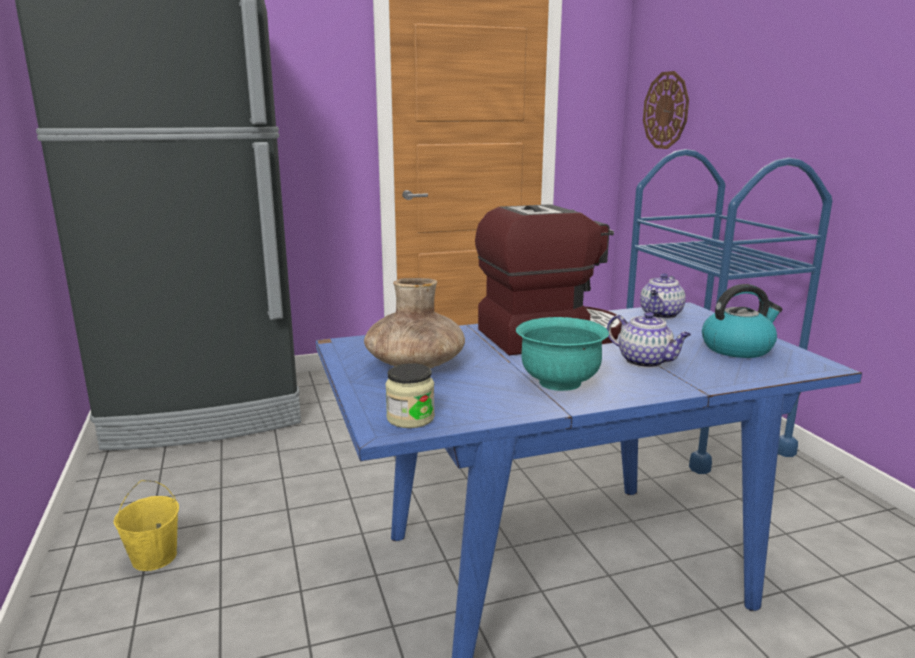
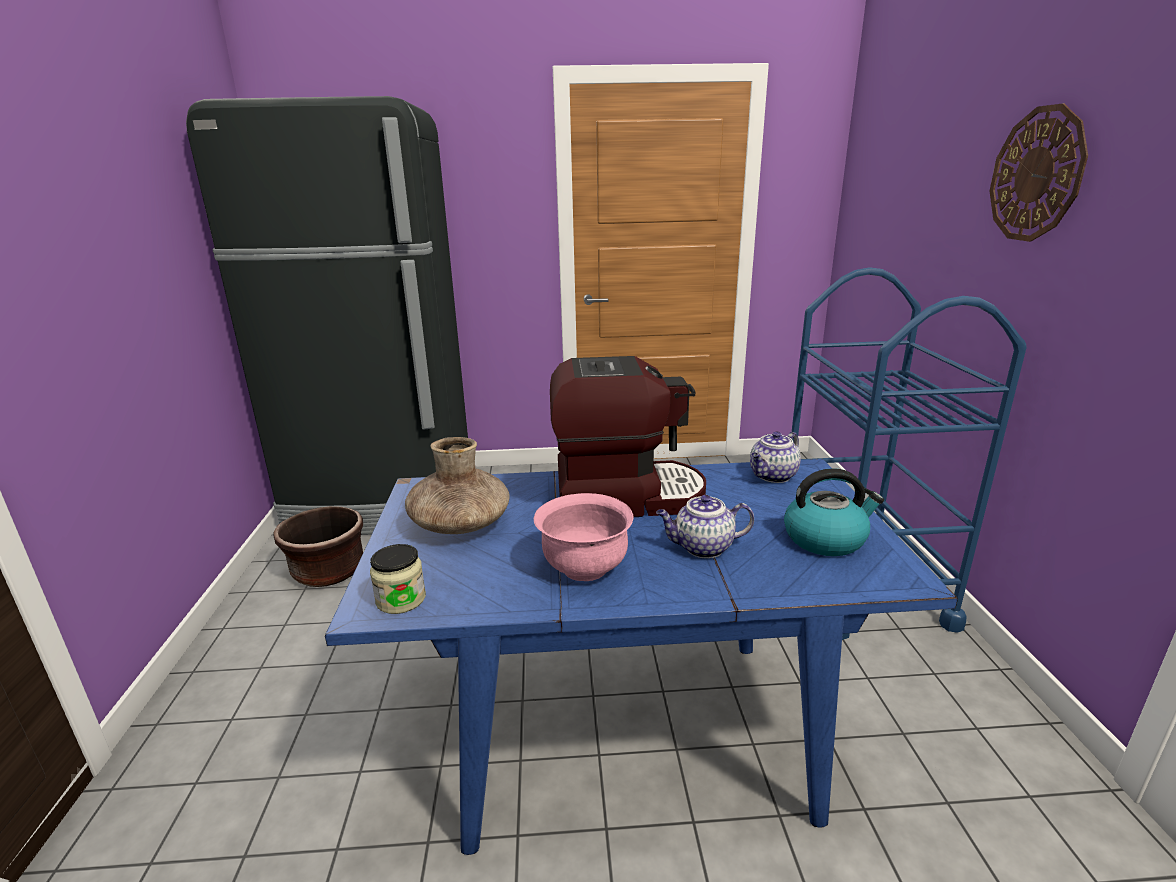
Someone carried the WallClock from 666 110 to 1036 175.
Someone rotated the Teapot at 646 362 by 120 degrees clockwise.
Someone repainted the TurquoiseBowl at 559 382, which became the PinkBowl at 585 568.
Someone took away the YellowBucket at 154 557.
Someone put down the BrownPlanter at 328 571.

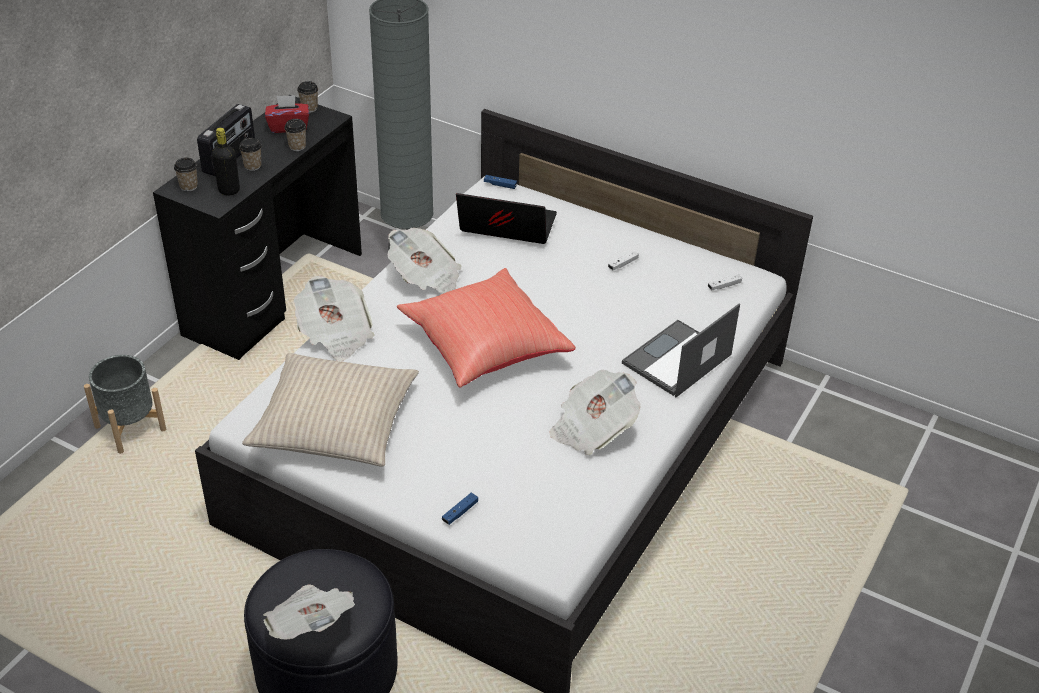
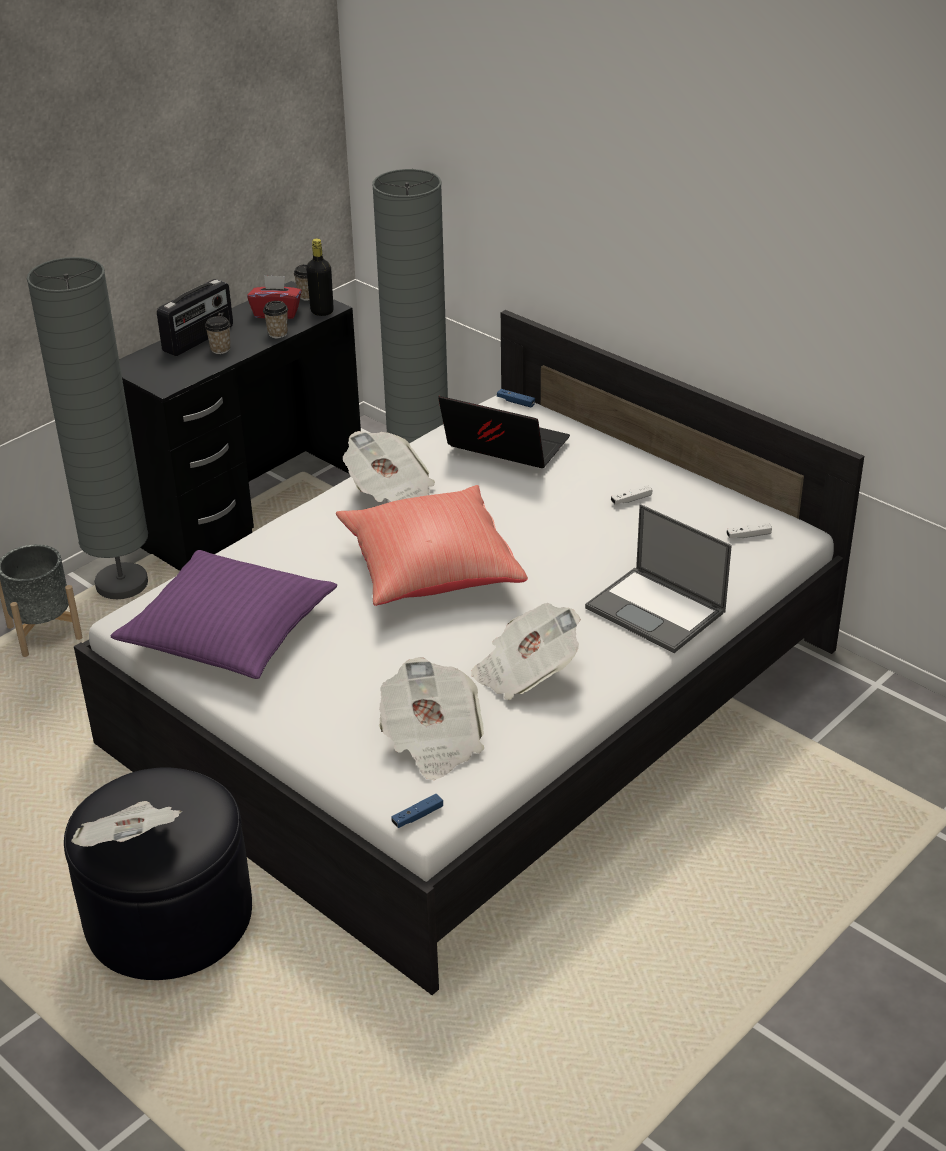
Someone carried the BlackBottle from 229 190 to 322 311.
Someone took away the Cup at 188 186.
Someone carried the Newspaper from 335 334 to 433 741.
Someone rotated the Laptop at 676 360 by 105 degrees counterclockwise.
Someone repainted the BeigePillow at 334 423, which became the PurplePillow at 228 631.
Someone carried the BlueGameController from 460 512 to 417 816.
Someone put down the GreyFloorLamp at 122 585.

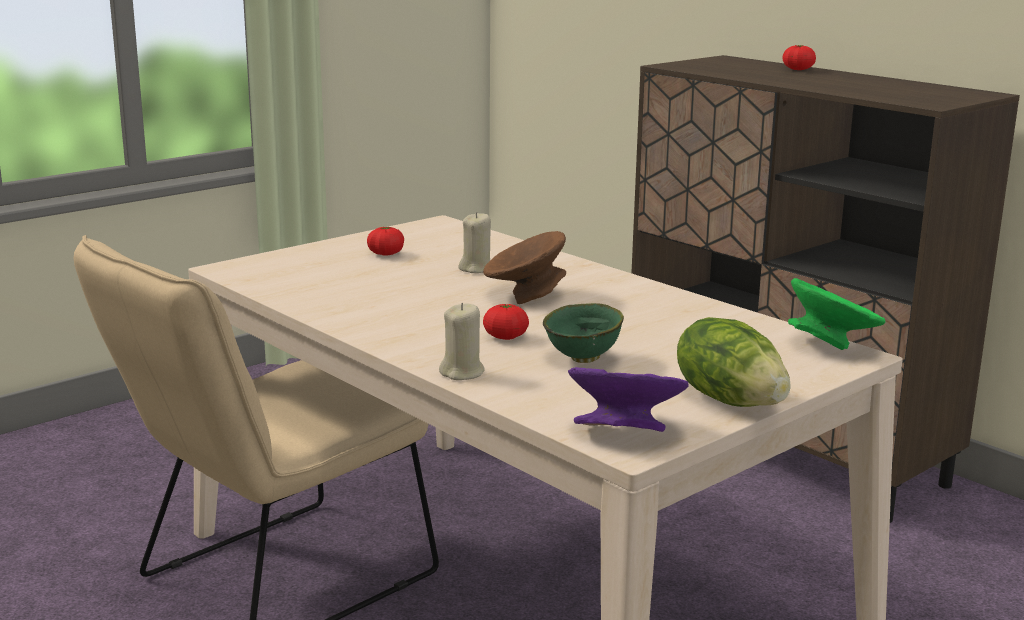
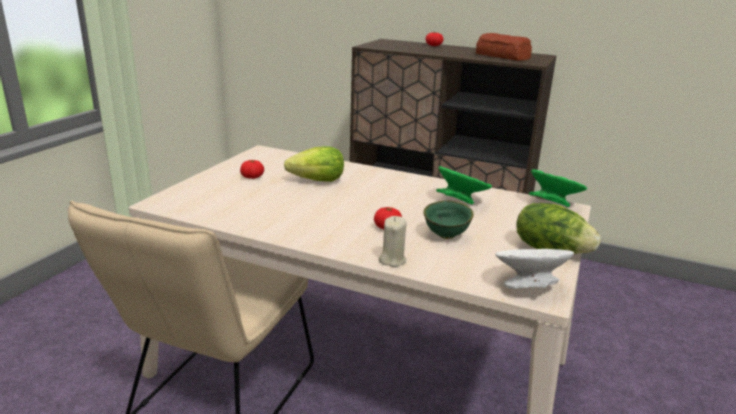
Someone swapped the BeigeCandle at 476 269 for the Lettuce at 317 180.
Someone took away the BrownBowl at 525 296.
Someone repainted the PurpleBowl at 624 432, which became the WhiteBowl at 527 286.
Someone put down the Bread at 503 56.
Someone put down the GreenBowl at 461 202.

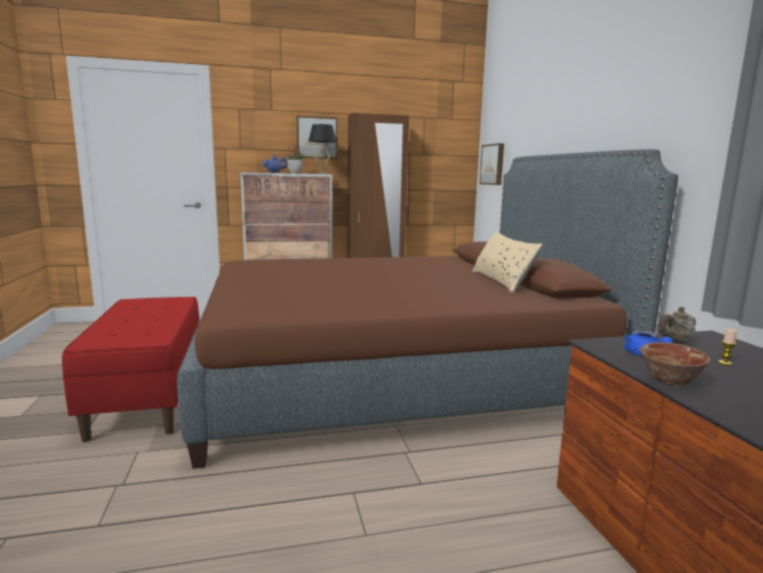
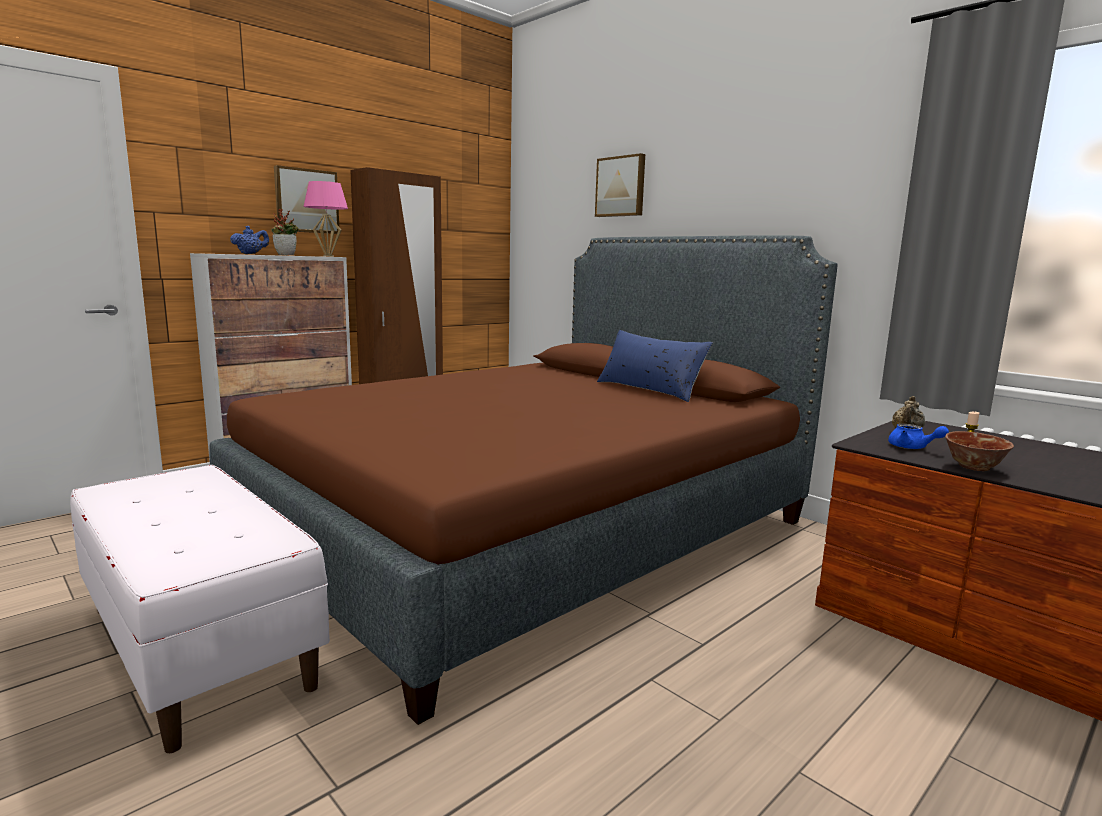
Someone repainted the BlackTableLamp at 322 173, which became the PinkTableLamp at 328 256.
Someone carried the Picture from 493 164 to 621 186.
Someone repainted the BeigePillow at 502 281, which became the BluePillow at 649 389.
Someone repainted the RedBench at 149 396, which became the WhiteBench at 199 645.

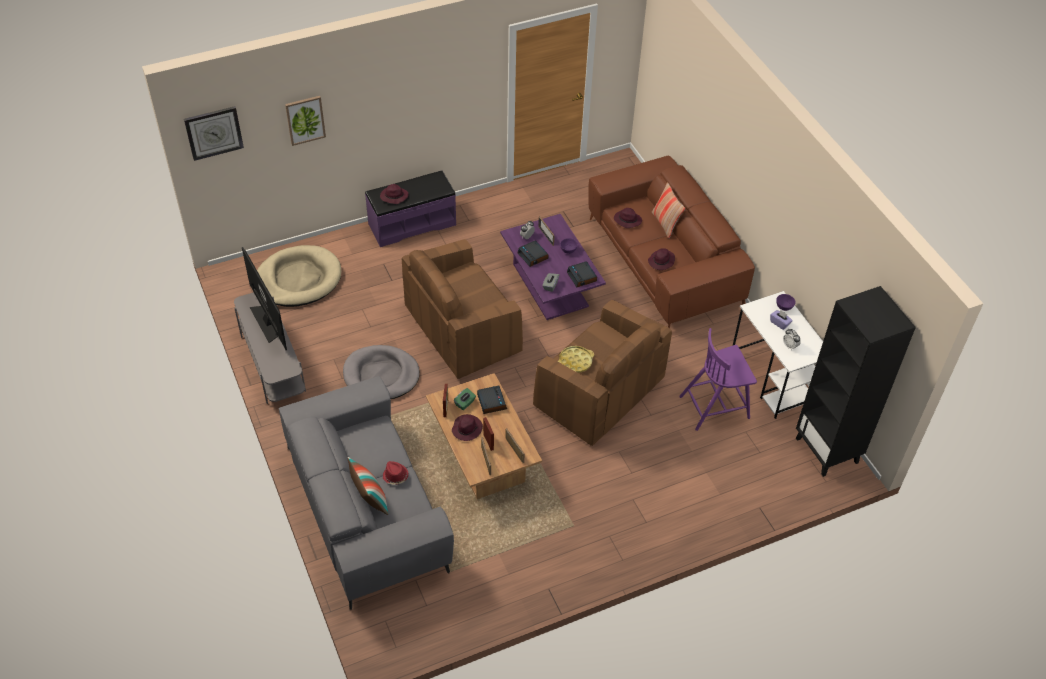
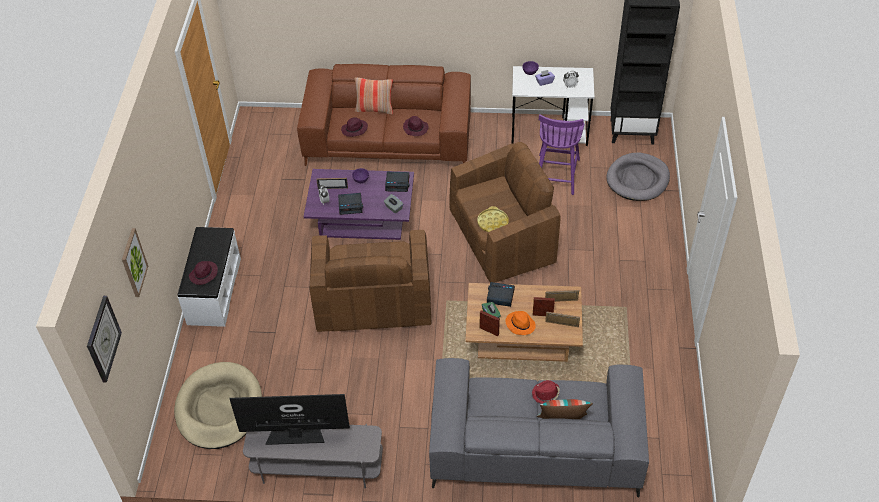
Someone repainted the PurpleBench at 412 224, which became the WhiteBench at 213 291.
Someone carried the GreyDogBed from 381 375 to 638 179.
Someone repainted the PurpleHat at 467 428, which became the OrangeHat at 520 324.

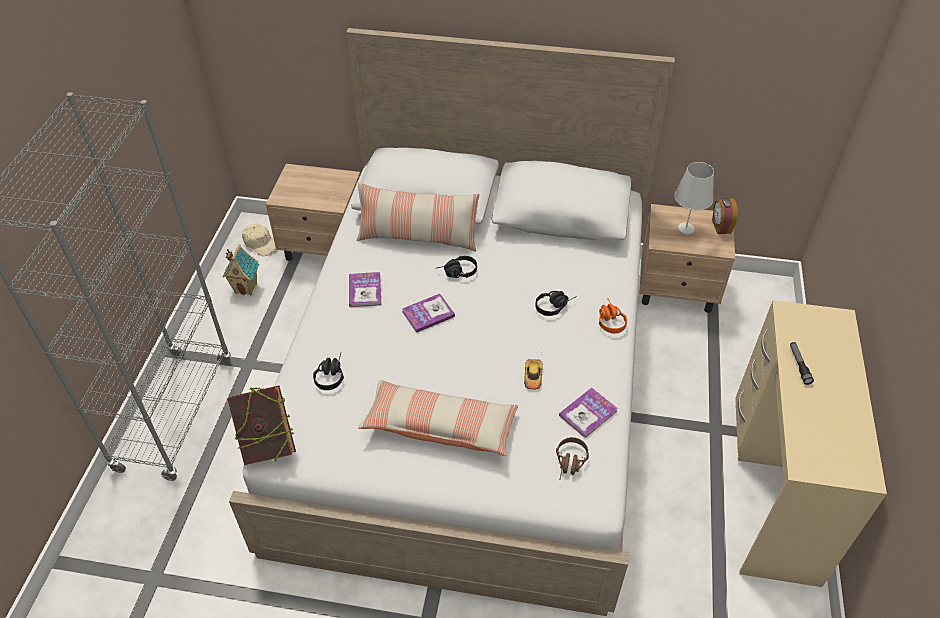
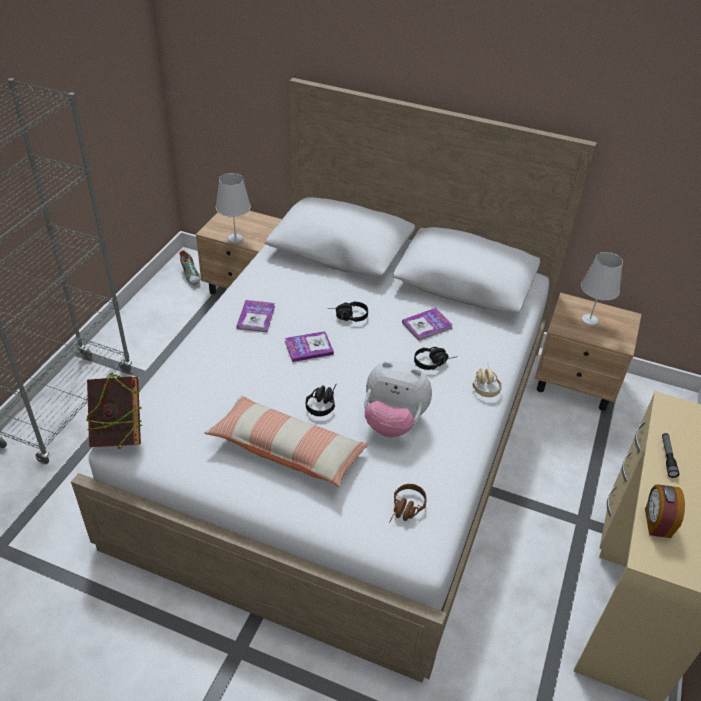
Someone took away the Pillow at 418 237.
Someone carried the AlarmClock from 720 226 to 656 523.
Someone swapped the BeigeCap at 260 243 for the Shoe at 191 275.
Someone took away the ToyHouse at 246 288.
Someone repainted the OrangeHeadphones at 609 320, which became the BeigeHeadphones at 484 384.
Someone swapped the ToyCar at 533 376 for the PlushToy at 393 422.
Someone carried the BlackHeadphones from 330 374 to 322 403.
Someone carried the Book from 588 413 to 427 325.
Someone put down the WhiteTableLamp at 235 238.

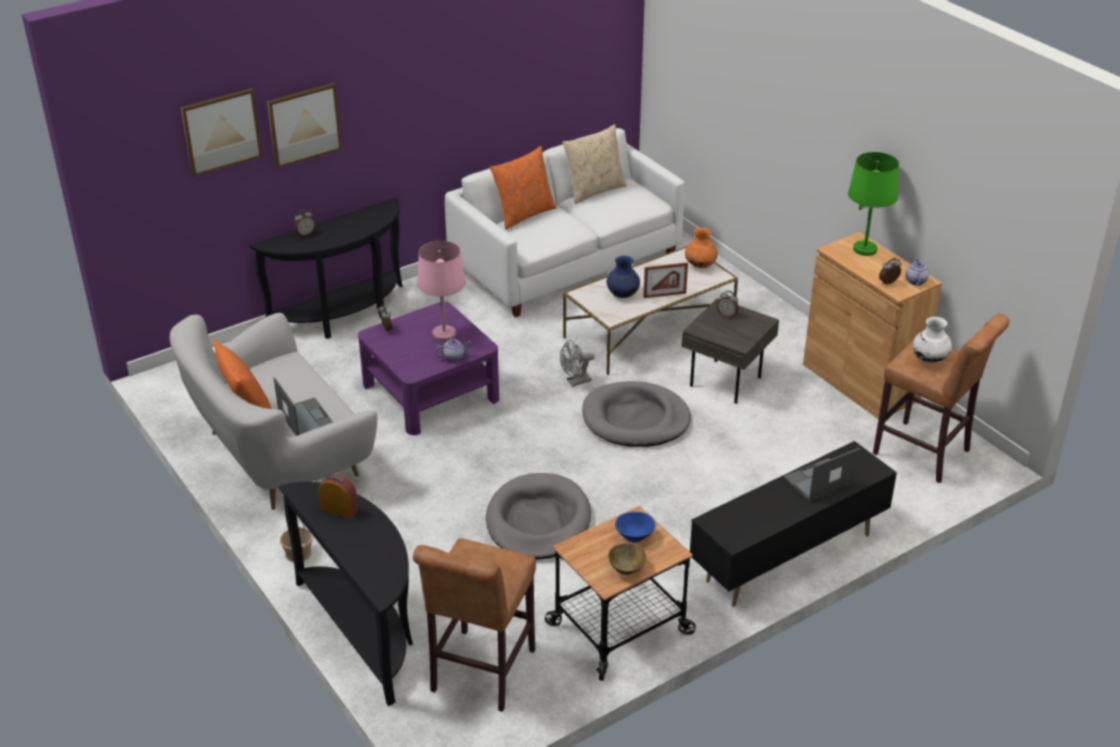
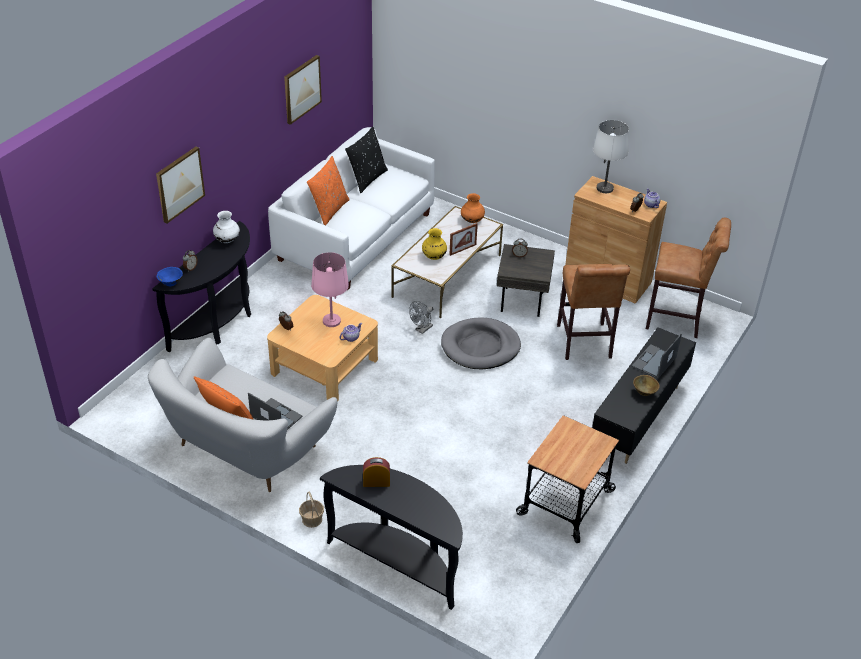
Someone carried the Picture from 221 131 to 301 89.
Someone repainted the BeigePillow at 594 190, which became the BlackPillow at 367 179.
Someone repainted the GreenTableLamp at 864 249, which became the WhiteTableLamp at 604 188.
Someone repainted the BlueVase at 622 294, which became the YellowVase at 434 256.
Someone repainted the PurpleCoffeeTable at 430 391, which became the BeigeCoffeeTable at 324 366.
Someone carried the WhiteVase from 929 359 to 227 240.
Someone took away the GreyDogBed at 538 521.
Someone carried the BlueBowl from 635 536 to 171 282.
Someone carried the BrownStool from 480 675 to 584 344.
Someone carried the BrownBowl from 626 569 to 644 392.

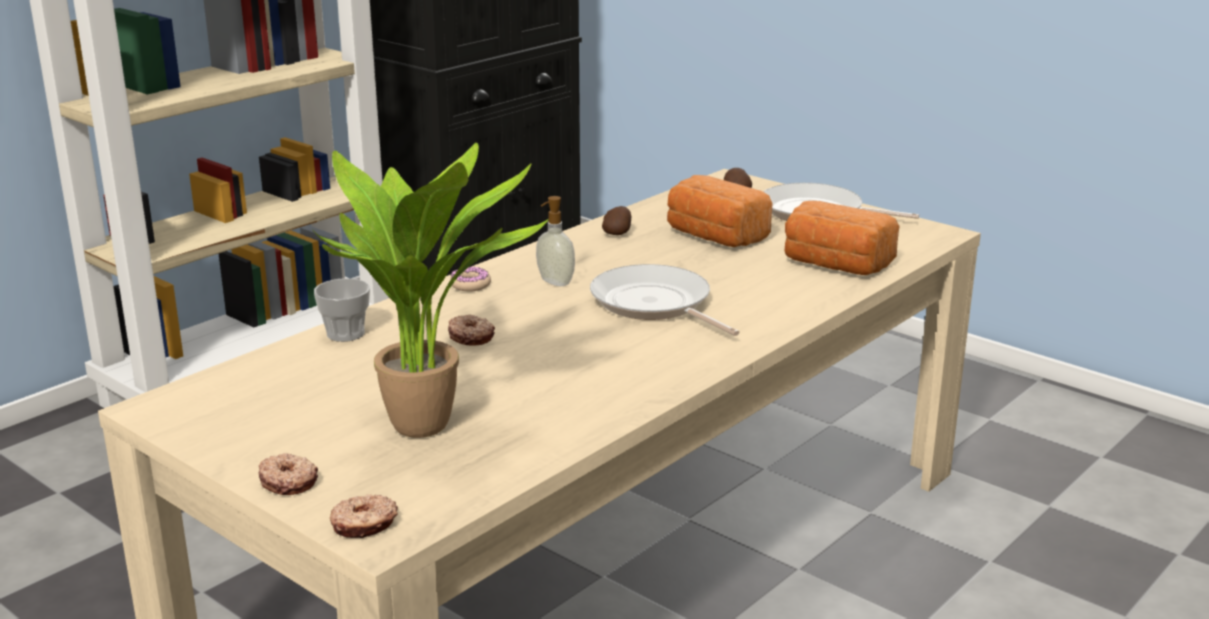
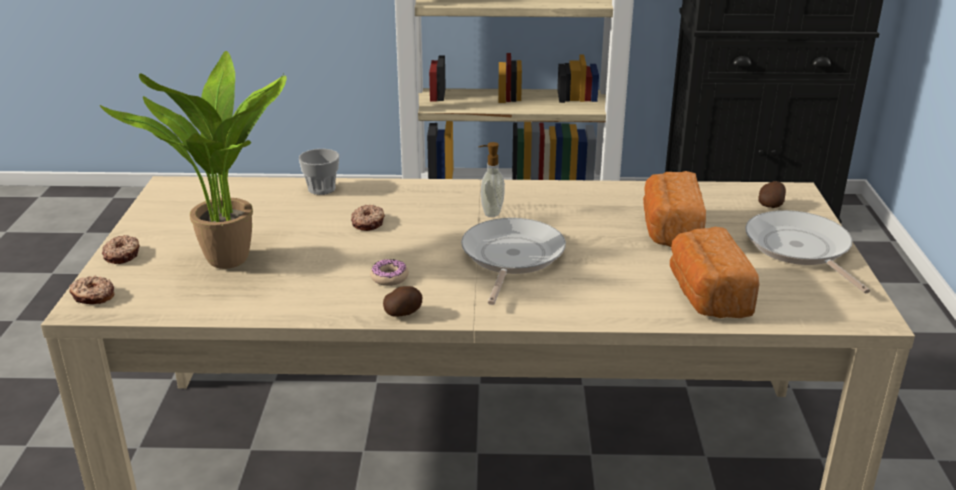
Someone carried the Potato from 618 233 to 403 313.
Someone carried the Donut from 470 285 to 389 277.

